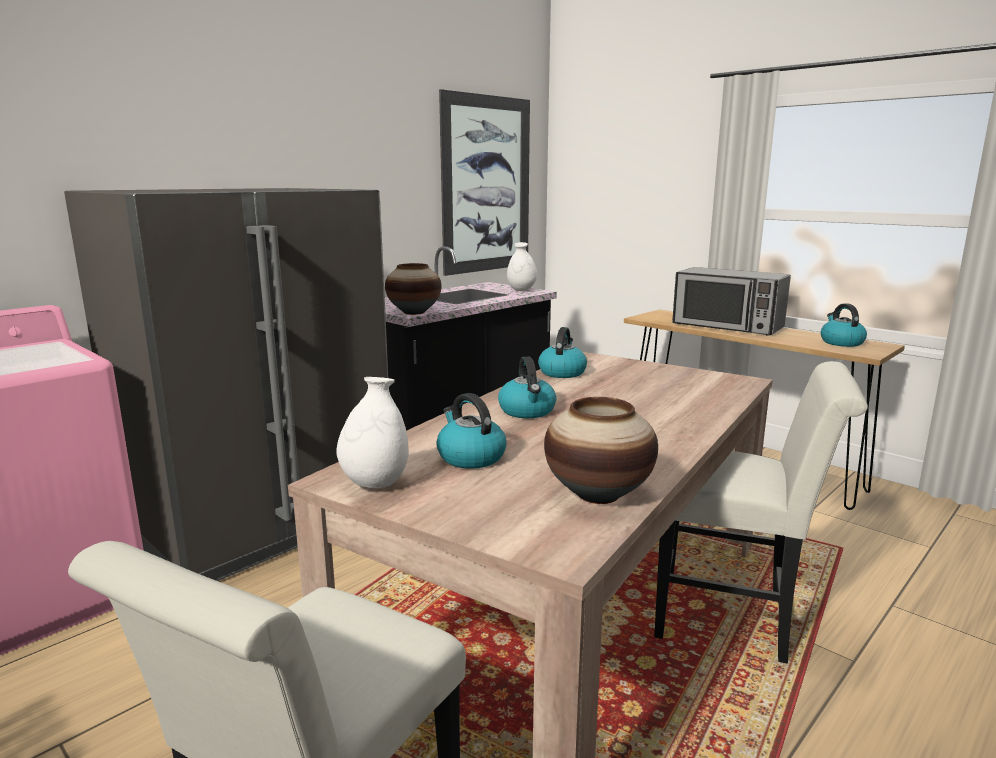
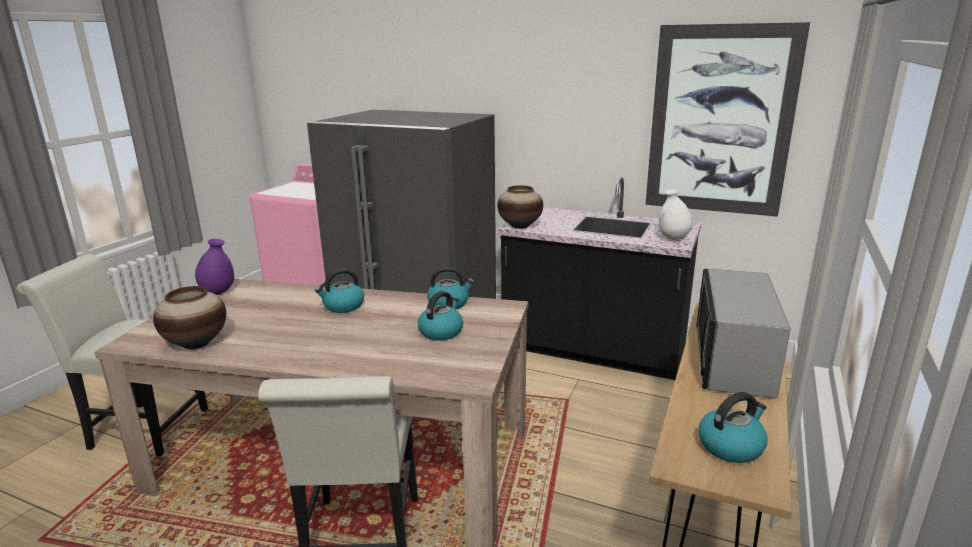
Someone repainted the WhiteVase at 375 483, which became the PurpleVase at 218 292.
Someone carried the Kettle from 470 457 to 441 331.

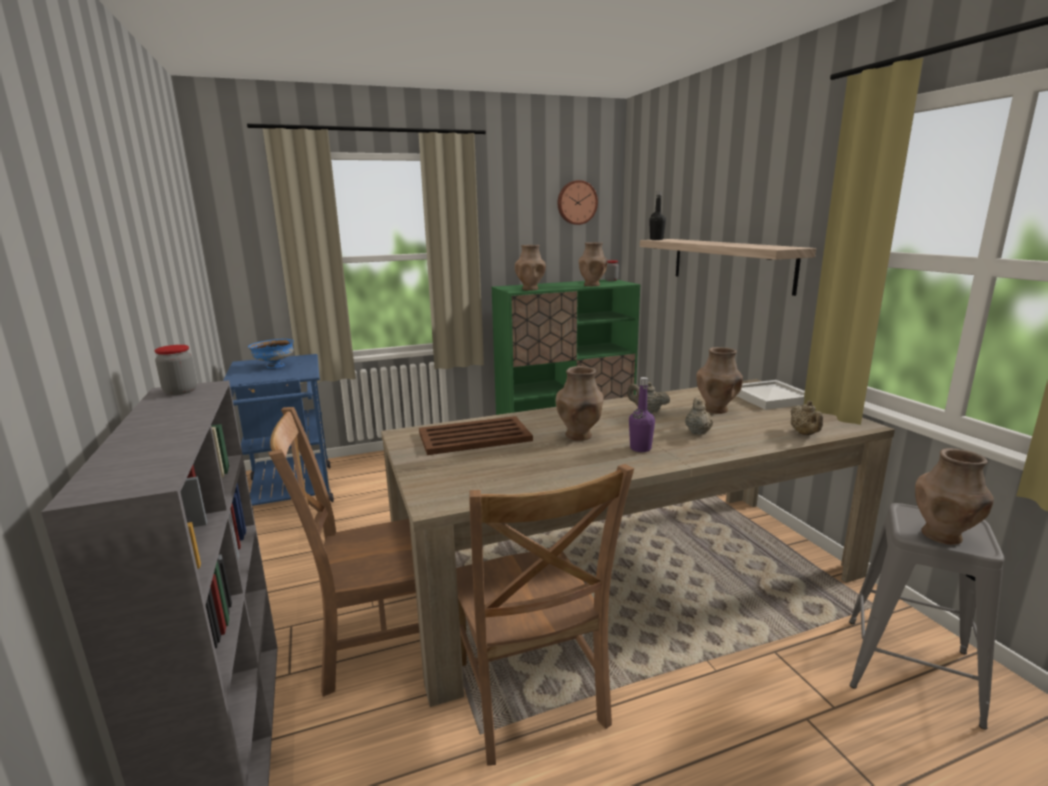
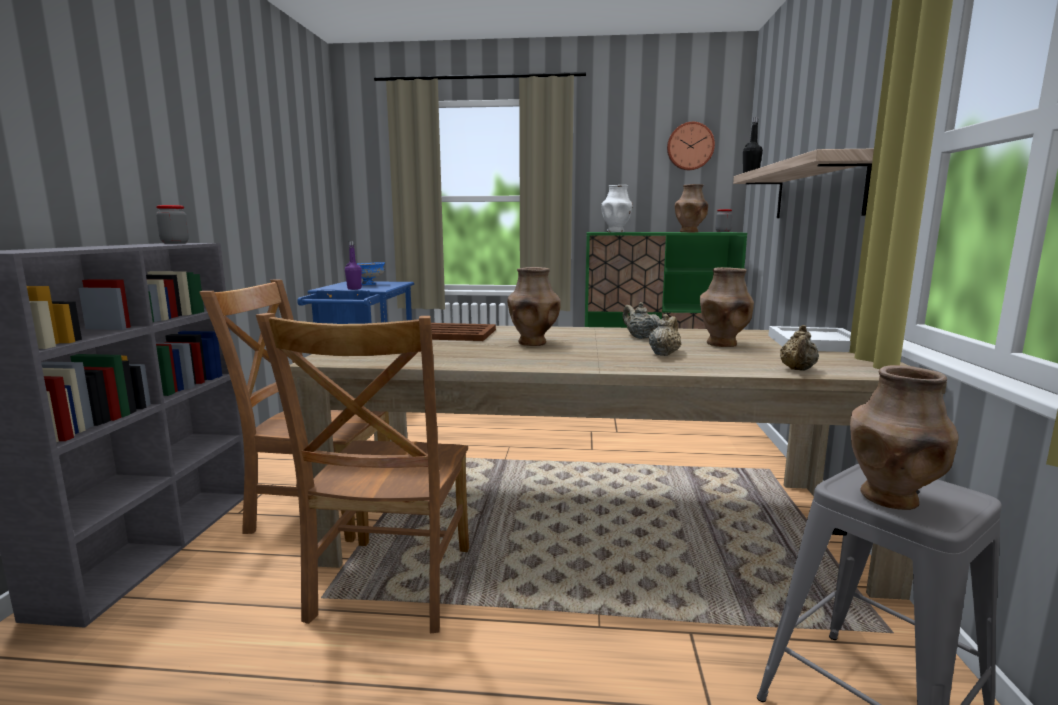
Someone repainted the BrownVase at 530 289, which became the WhiteVase at 616 232.
Someone carried the PurpleBottle from 640 448 to 354 289.

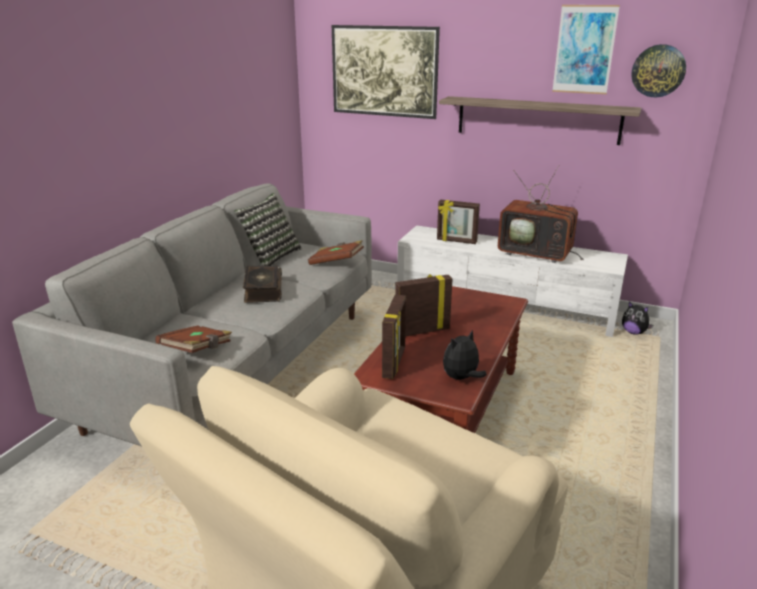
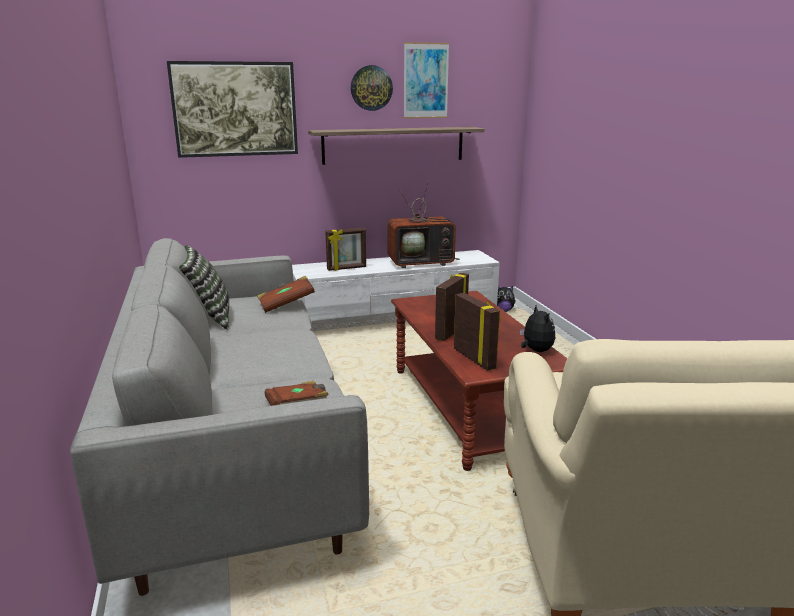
Someone carried the WallClock from 658 71 to 371 88.
Someone took away the Book at 262 291.
Someone rotated the PlushToy at 461 378 by 150 degrees clockwise.

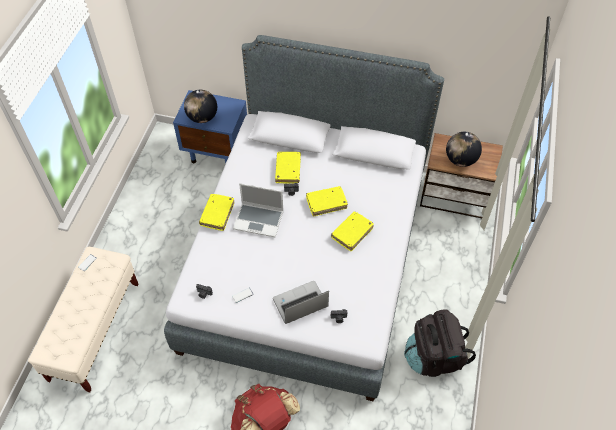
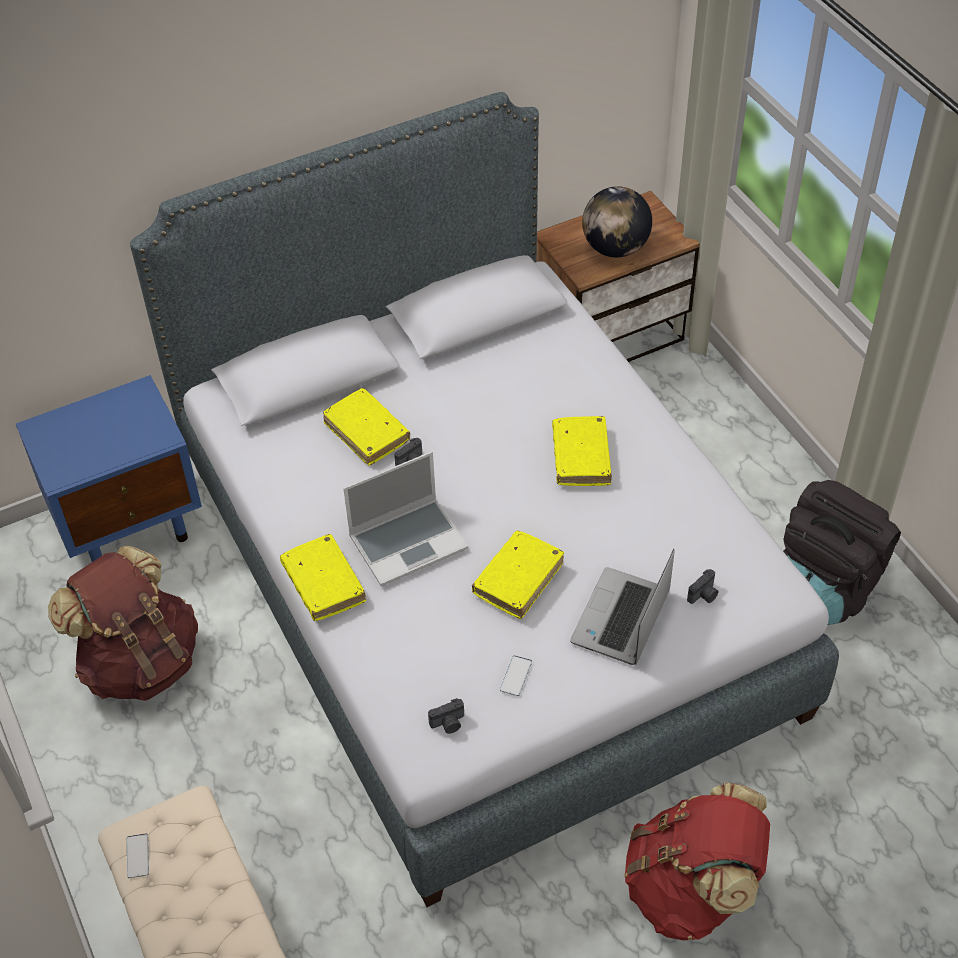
Someone took away the Globe at 202 117.
Someone carried the YellowBook from 326 203 to 518 579.
Someone put down the BrownBackpack at 140 662.

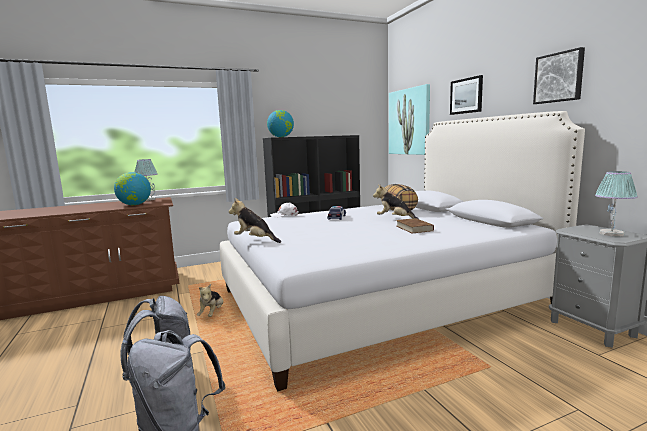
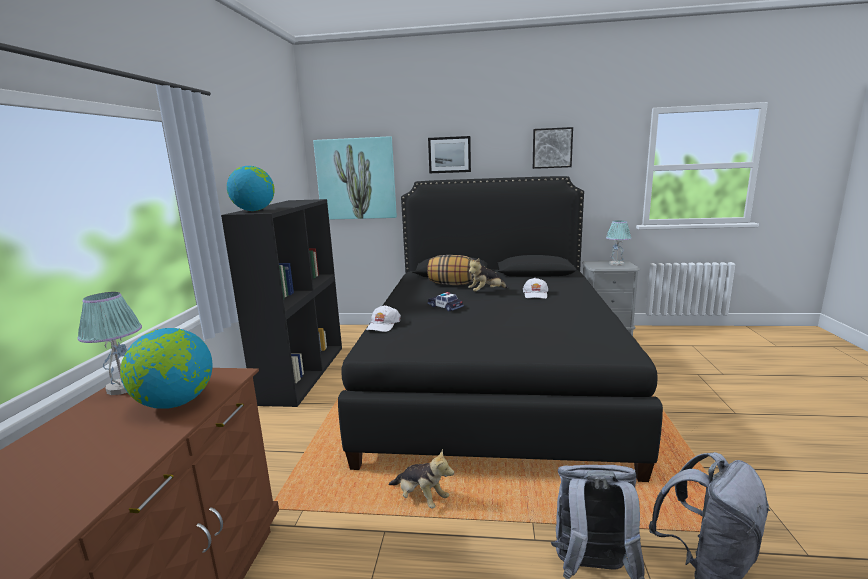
Someone repainted the WhiteBed at 380 298, which became the BlackBed at 491 379.
Someone took away the PlushToy at 255 240.
Someone swapped the BrownBook at 414 228 for the WhiteCap at 535 294.

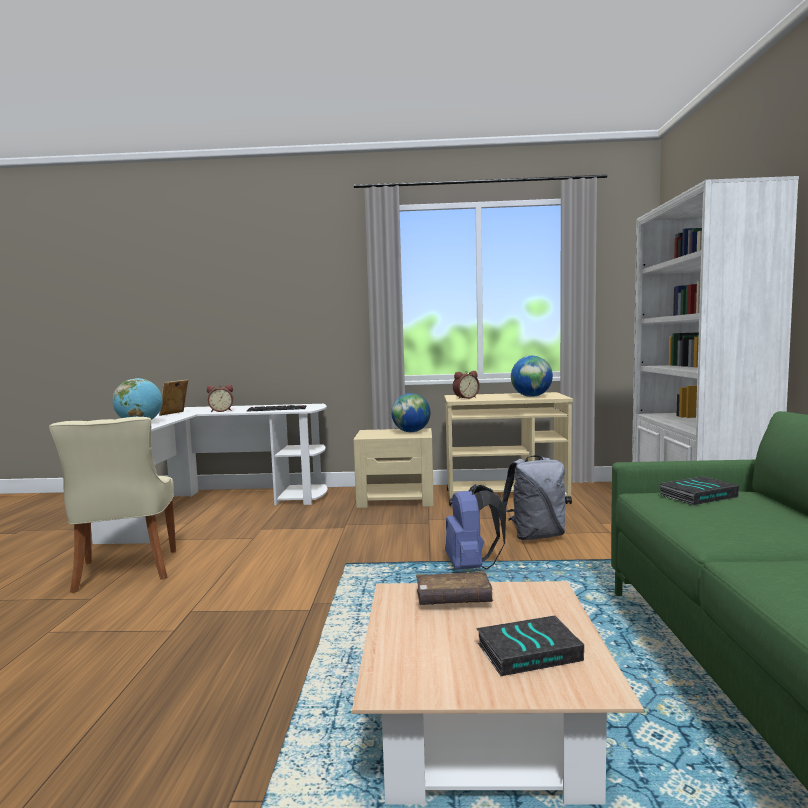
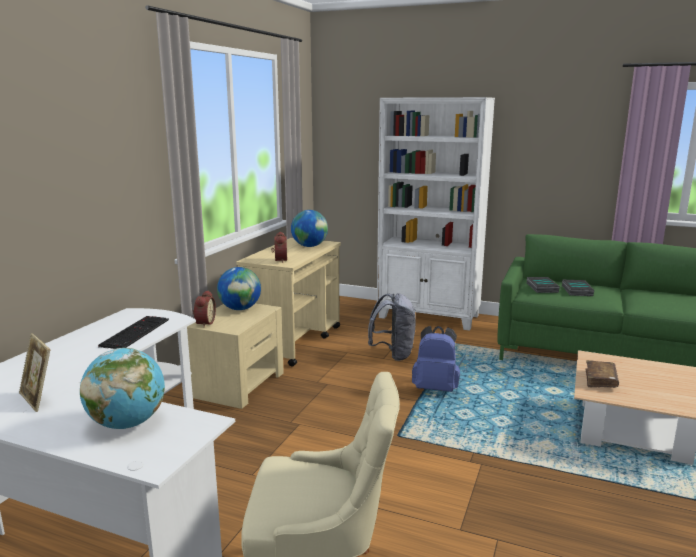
Someone carried the AlarmClock from 221 411 to 204 323.
Someone carried the Book from 529 651 to 576 290.

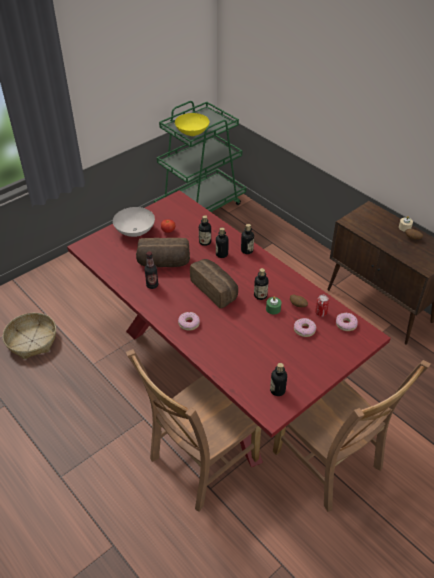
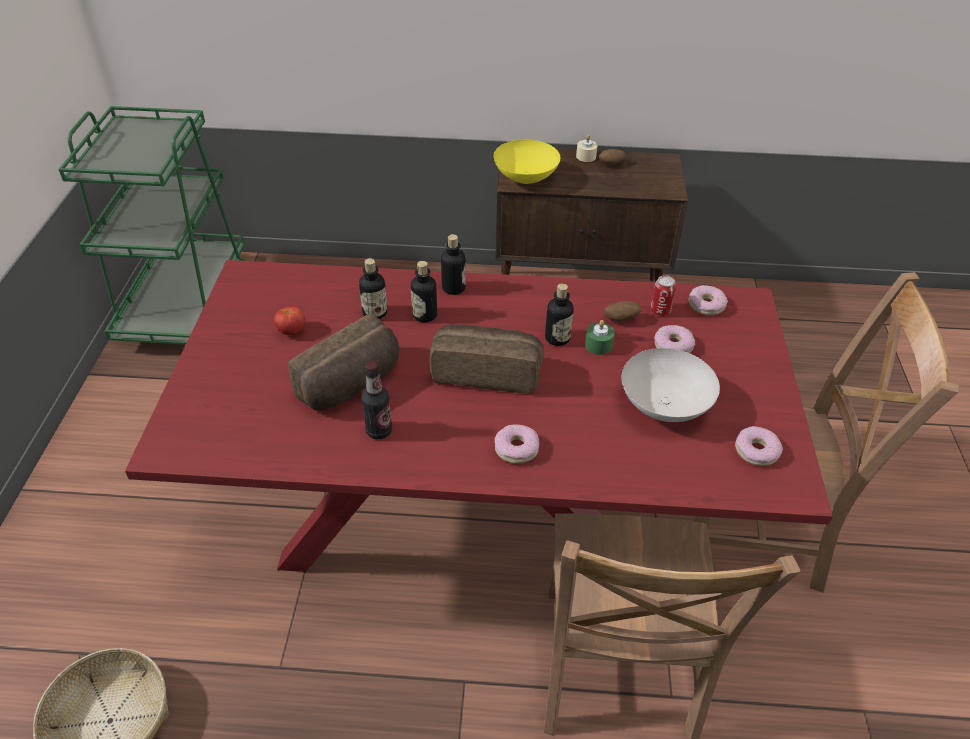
Someone carried the YellowBowl from 191 133 to 524 179.
Someone carried the WhiteBowl from 134 231 to 663 406.
Someone swapped the Bottle at 277 390 for the Donut at 756 451.

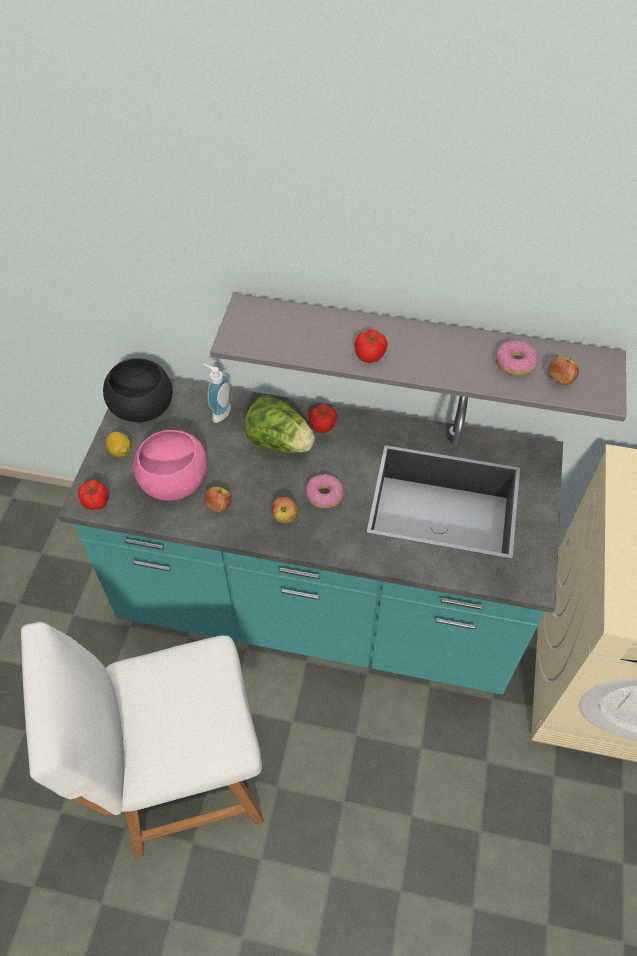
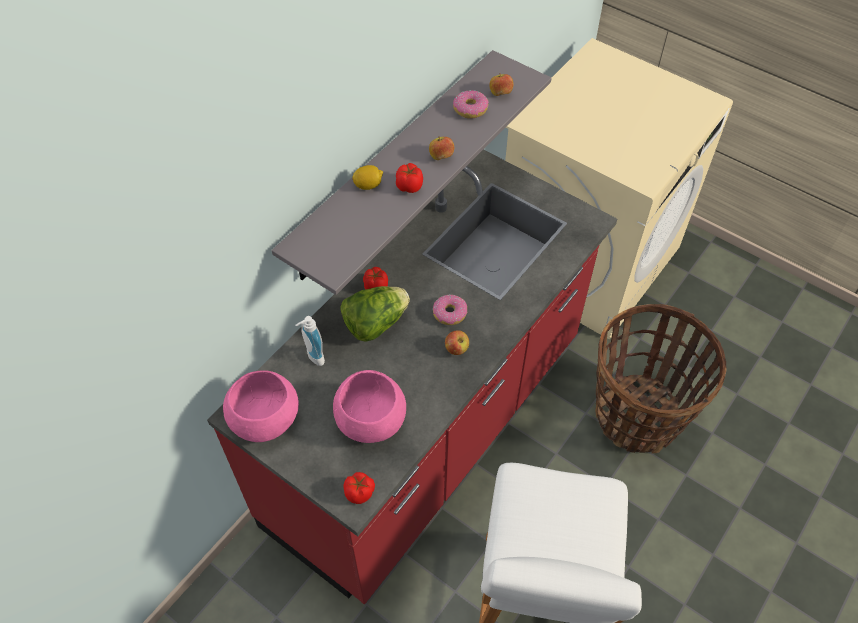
Someone repainted the BlackBowl at 143 406, which became the PinkBowl at 265 417.
Someone repainted the TurquoiseCounter at 318 605, which became the RedCounter at 429 433.
Someone carried the Lemon from 120 451 to 368 185.
Someone carried the Apple from 219 506 to 441 157.
Someone put down the Basket at 637 416.

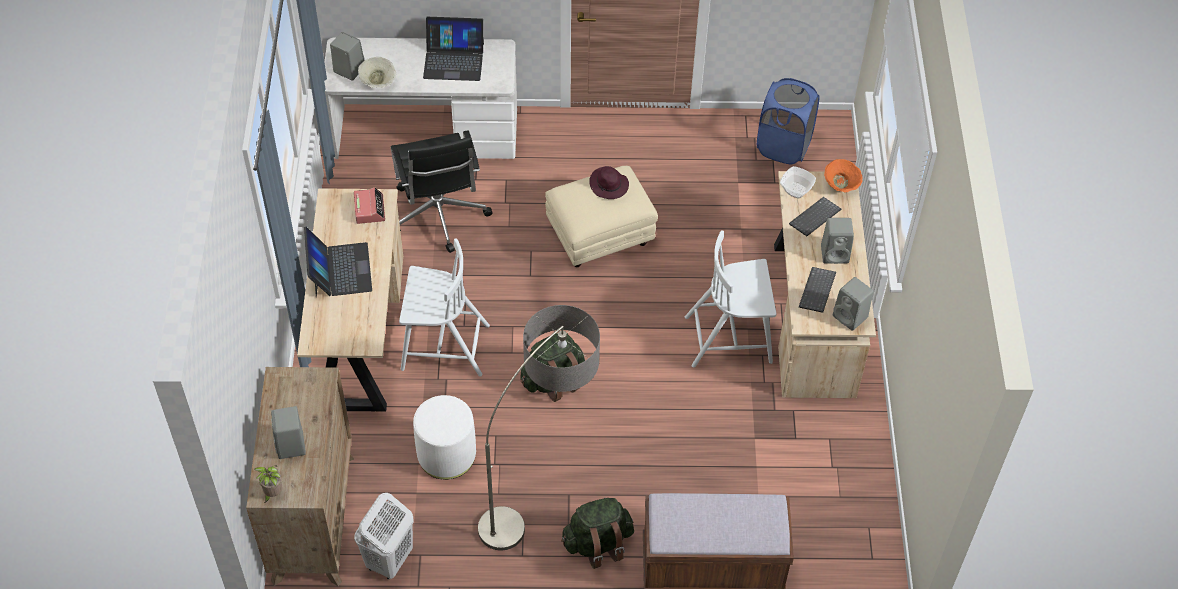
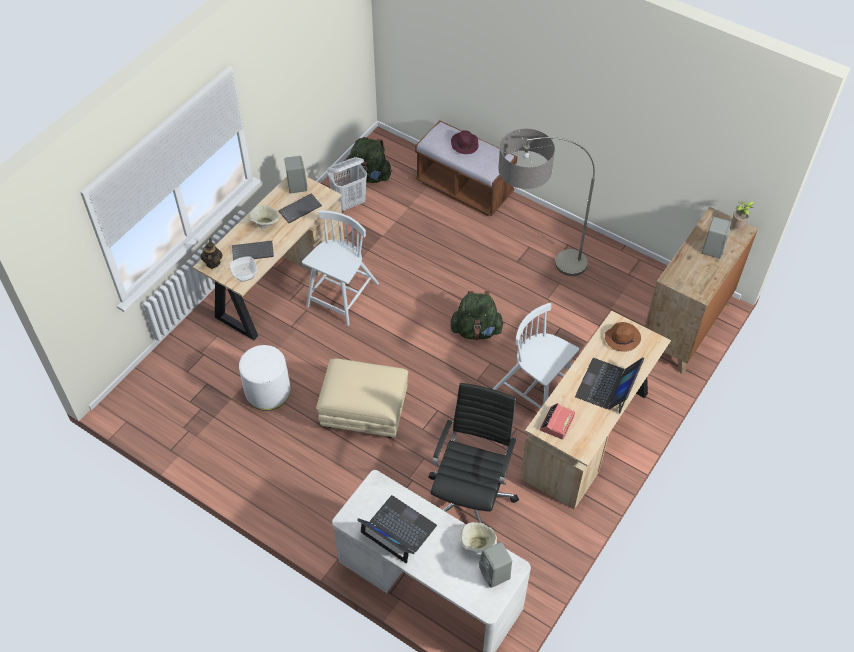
Someone took away the BlueLaundryBasket at 783 146.
Someone swapped the OrangeBowl at 841 185 for the Teapot at 213 263.
Someone carried the PurpleHat from 609 185 to 464 144.
Someone swapped the GreySpeaker at 835 254 for the BeigeBowl at 265 223.
Someone rotated the WhiteChair at 730 339 by 90 degrees counterclockwise.
Someone carried the WhiteOttoman from 446 455 to 268 392.
Someone carried the WhiteLaundryBasket from 389 560 to 349 203.
Someone carried the GreenBackpack from 598 543 to 369 176.
Someone put down the BrownHat at 622 338.

